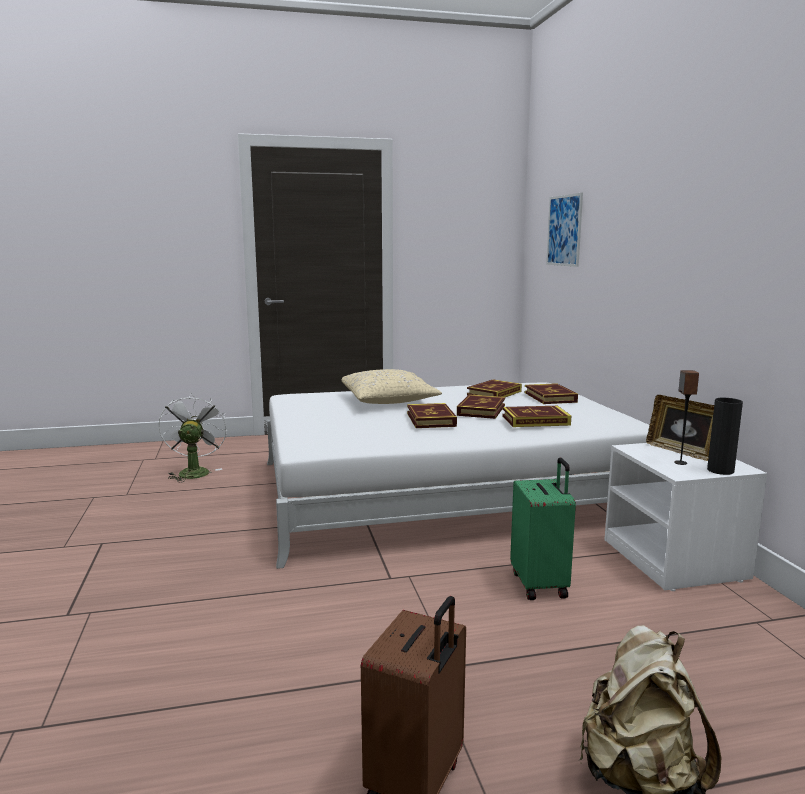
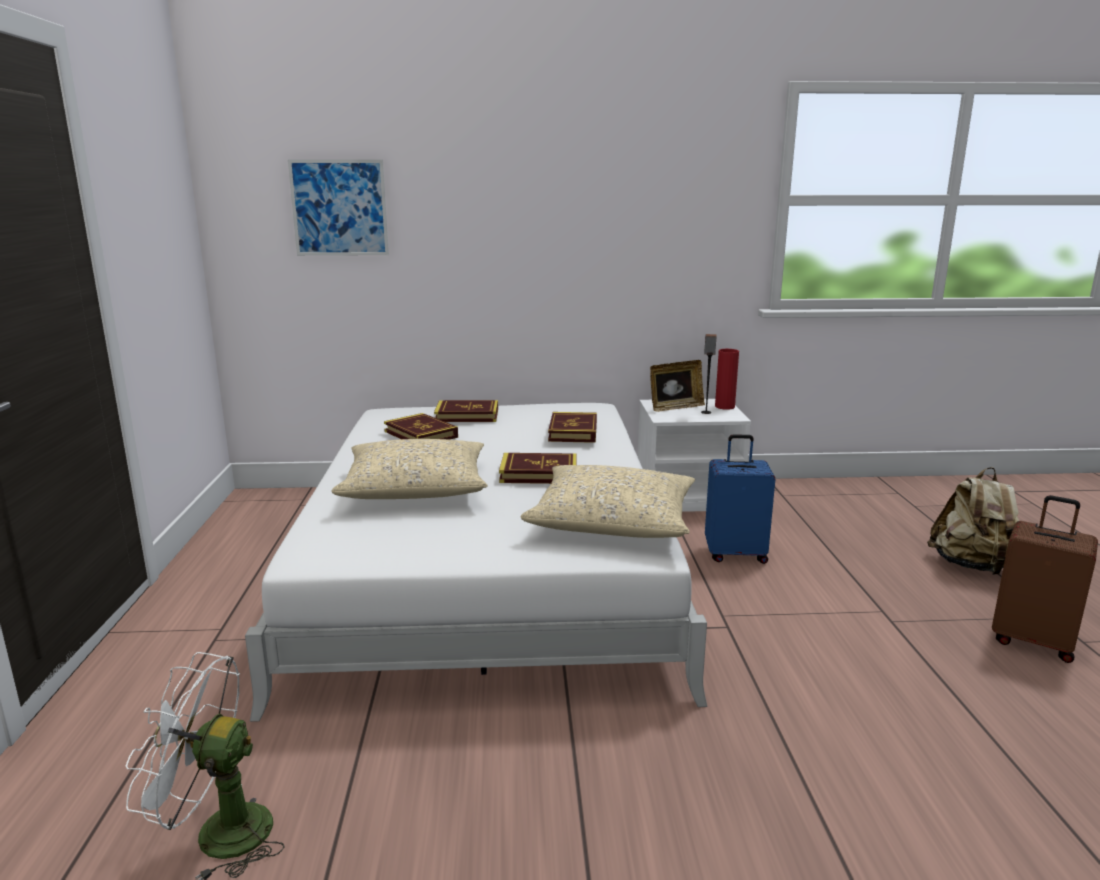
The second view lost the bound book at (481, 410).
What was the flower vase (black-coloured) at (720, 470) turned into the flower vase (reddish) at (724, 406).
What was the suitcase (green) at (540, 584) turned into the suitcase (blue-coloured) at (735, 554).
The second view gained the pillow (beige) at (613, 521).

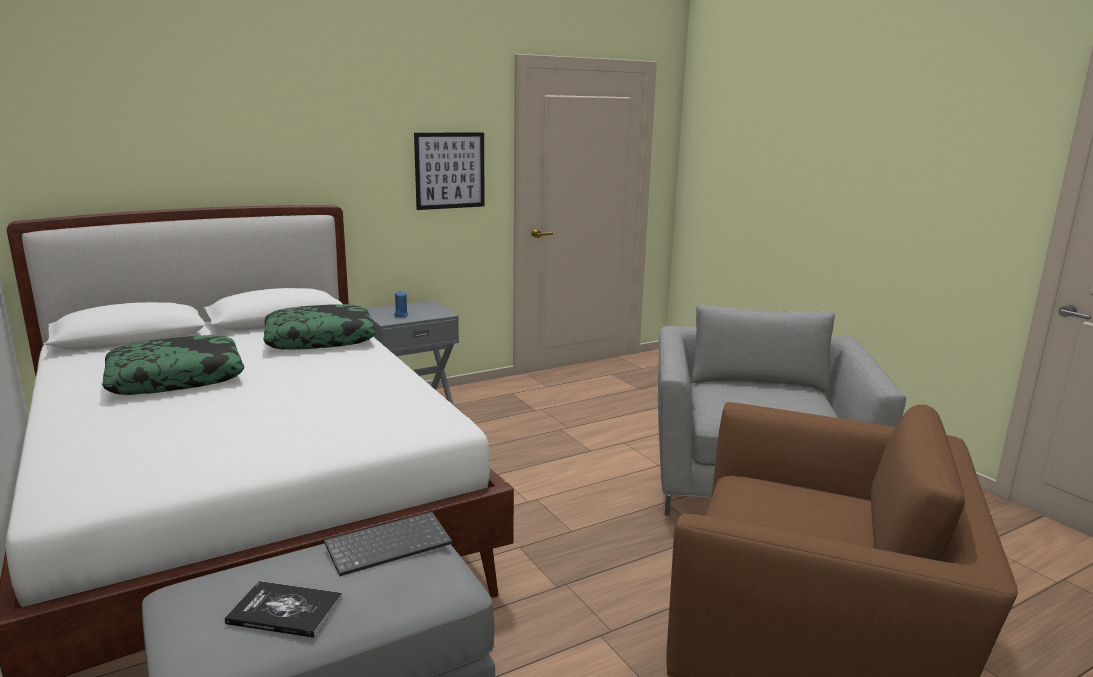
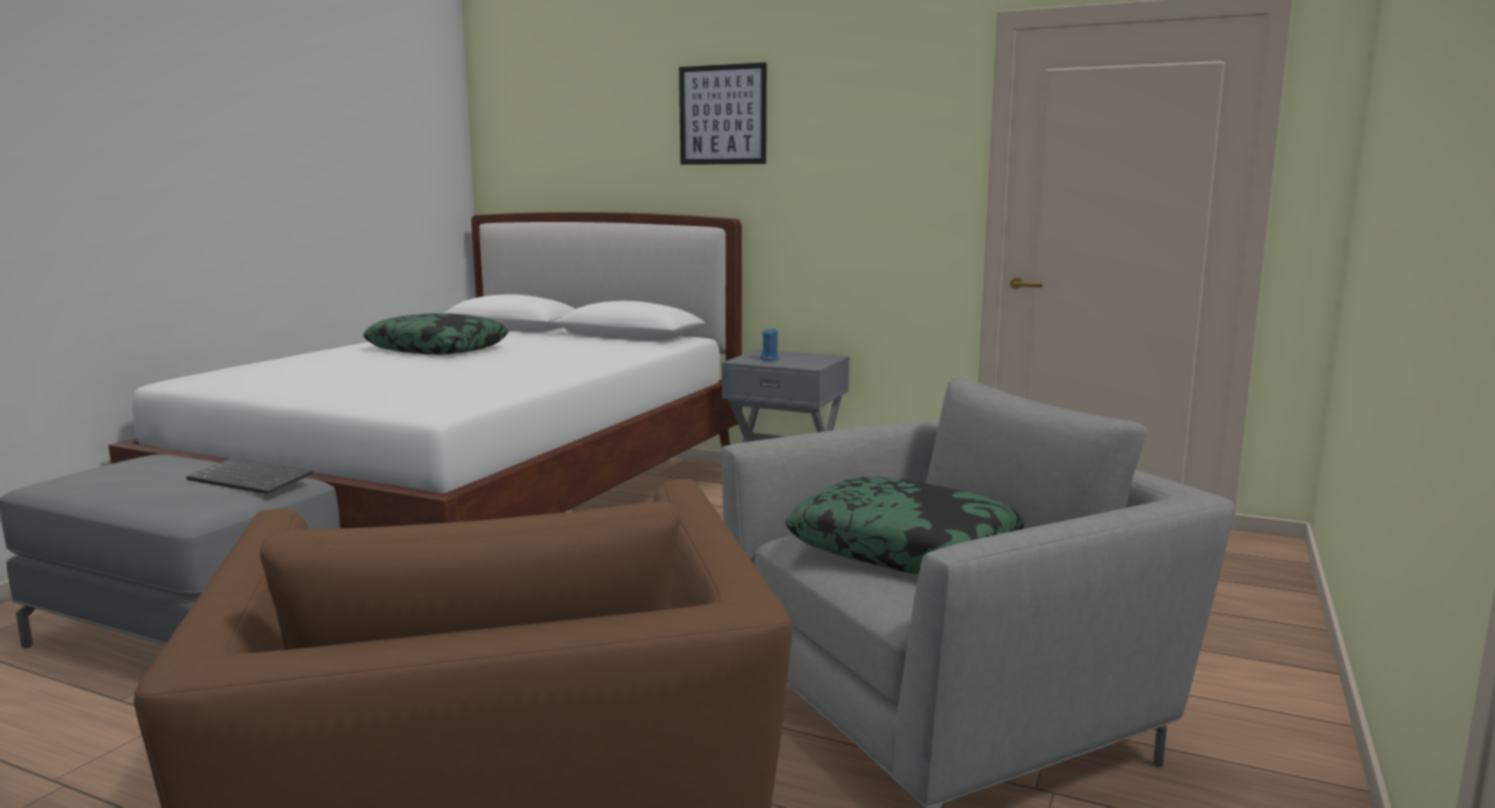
The wall picture ended up elsewhere, having gone from (450, 170) to (722, 115).
The pillow ended up elsewhere, having gone from (320, 339) to (904, 548).
The second view lost the bound book at (285, 611).

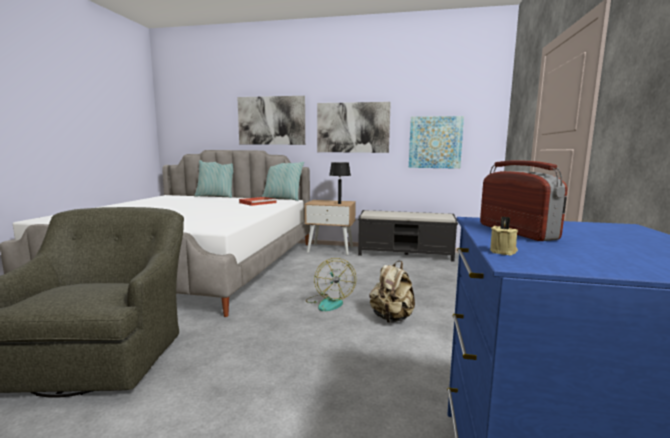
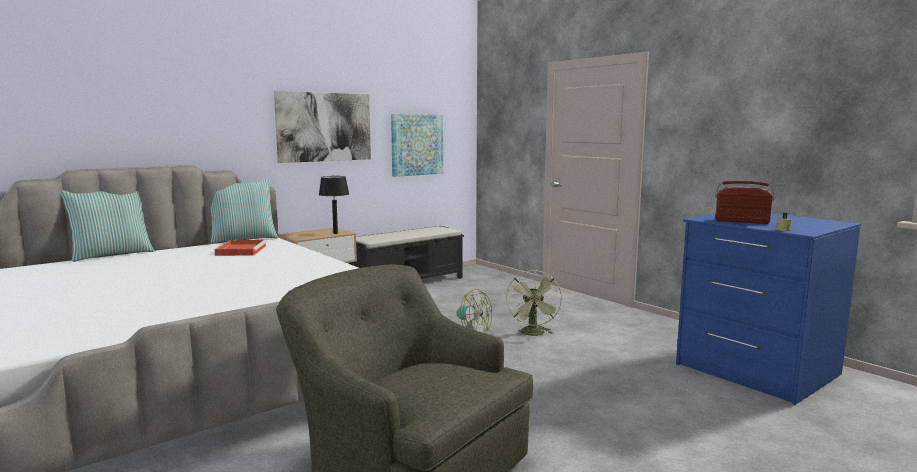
The second view lost the wall picture at (271, 120).
Where the knapsack (beige) stood at (391, 318), the fan (green) came to stand at (534, 334).

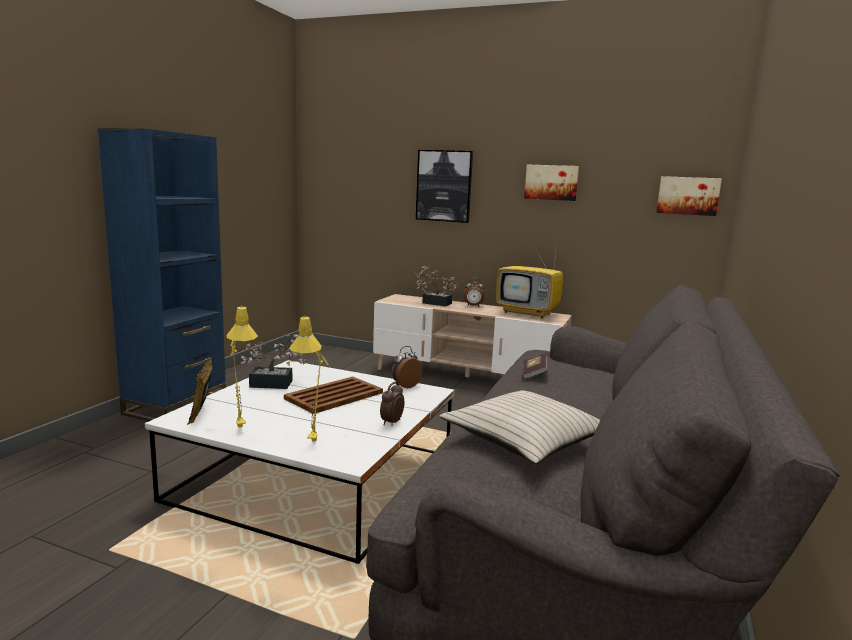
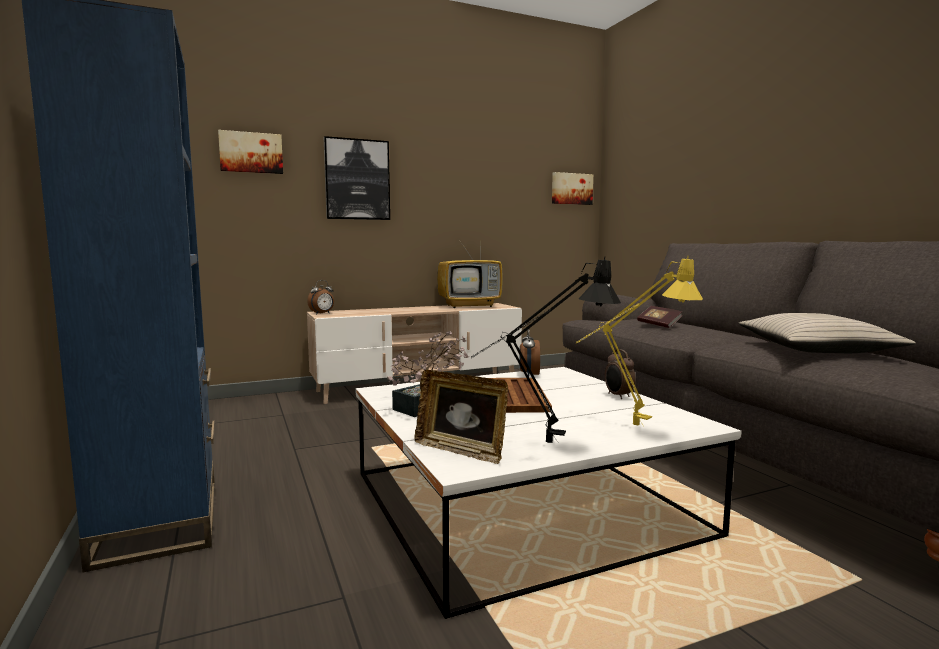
The wall picture ended up elsewhere, having gone from (551, 182) to (251, 152).
The second view lost the potted plant at (434, 303).
The alarm clock ended up elsewhere, having gone from (473, 306) to (322, 313).
What was the table lamp (yellow-coloured) at (238, 426) turned into the table lamp (black-coloured) at (539, 443).

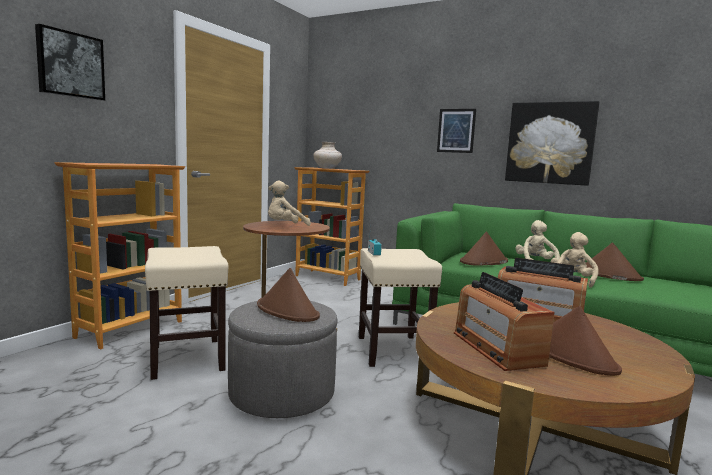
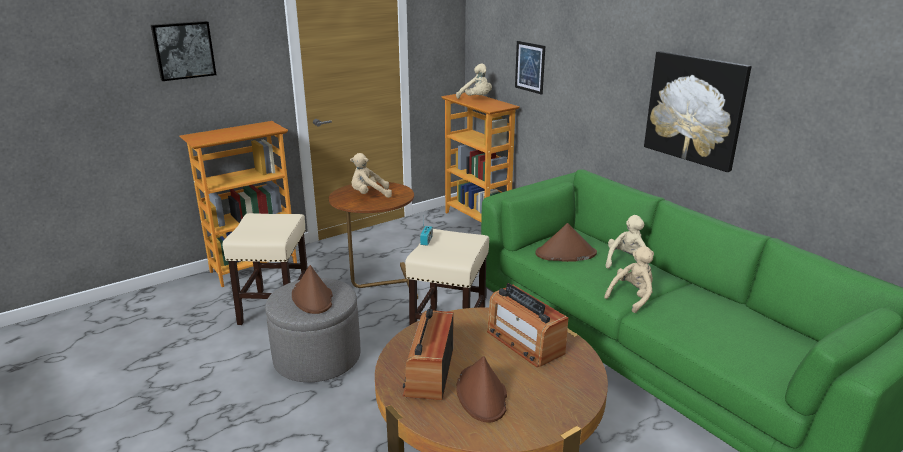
The wall picture ended up elsewhere, having gone from (456, 130) to (530, 67).
Where the flower vase (beige) stood at (327, 168), the soft toy (beige) came to stand at (476, 99).
The second view lost the clothing hat (brown) at (608, 275).

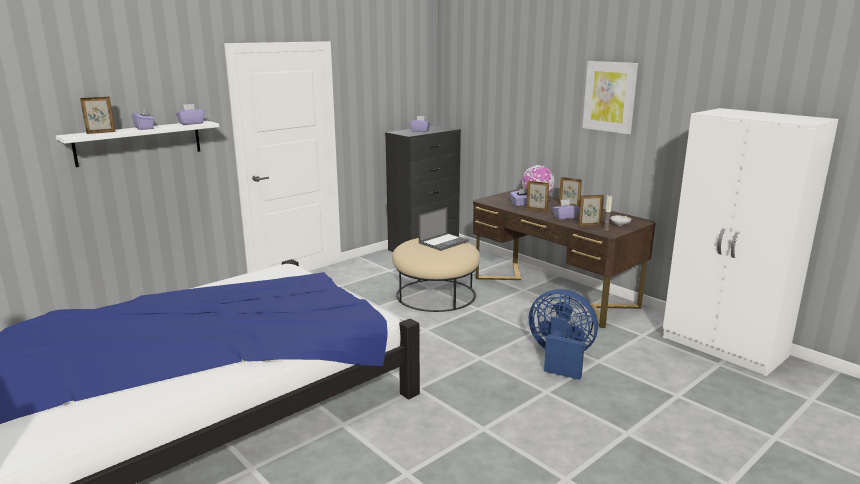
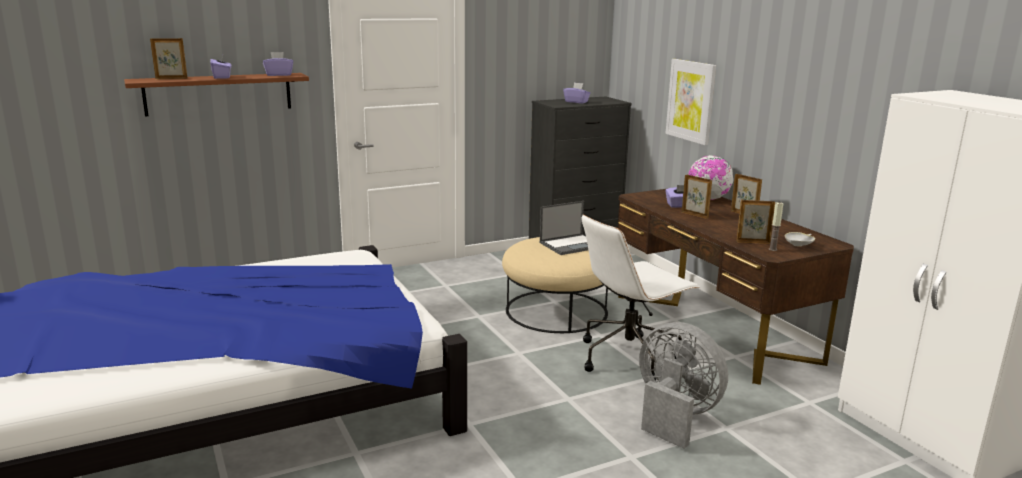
The wall picture ended up elsewhere, having gone from (609, 97) to (691, 101).
What was the wall shelf (whitish) at (139, 143) turned into the wall shelf (brown) at (218, 94).
The second view lost the tissue box (purplish) at (564, 217).
What was the fan (blue-coloured) at (560, 358) turned into the fan (grey) at (674, 415).
The second view gained the office chair (whitish) at (629, 357).

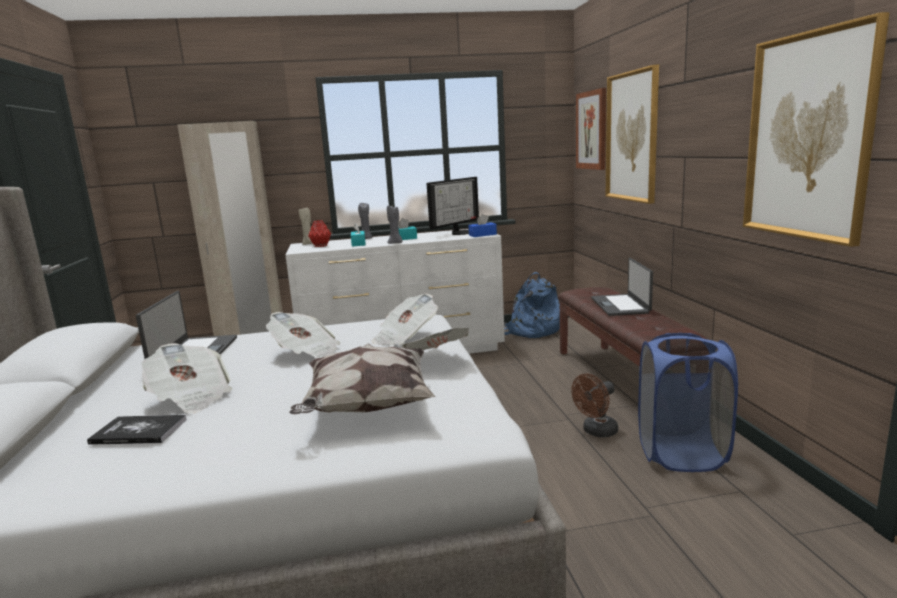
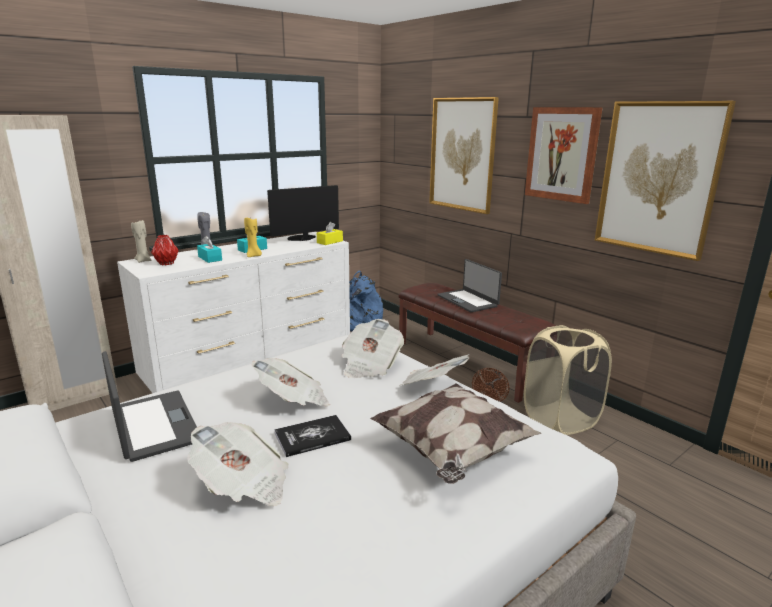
The wall picture ended up elsewhere, having gone from (592, 130) to (562, 154).
The monitor at (461, 232) ended up facing another way, 135 degrees counterclockwise from before.
What was the wax light (grey) at (395, 243) turned into the wax light (yellow-coloured) at (253, 256).
What was the tissue box (blue-coloured) at (482, 235) turned into the tissue box (yellow-coloured) at (330, 242).
What was the laundry basket (blue-coloured) at (681, 454) turned into the laundry basket (beige) at (560, 419).
The bound book ended up elsewhere, having gone from (139, 431) to (312, 437).

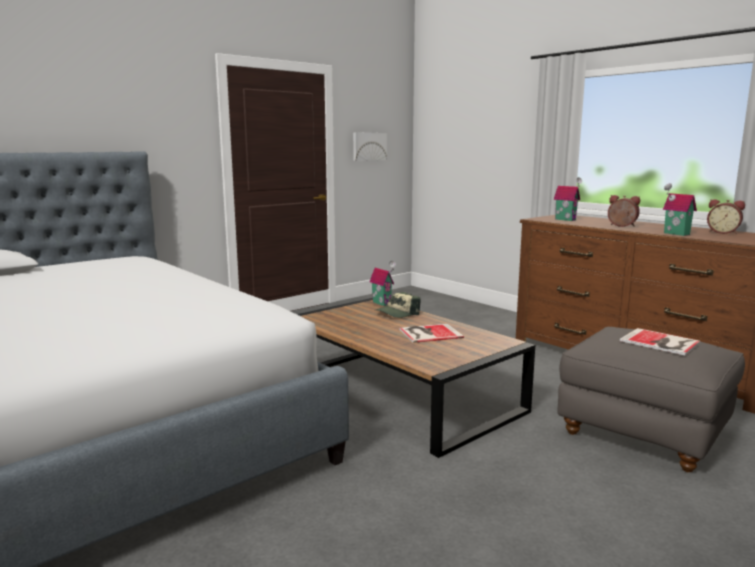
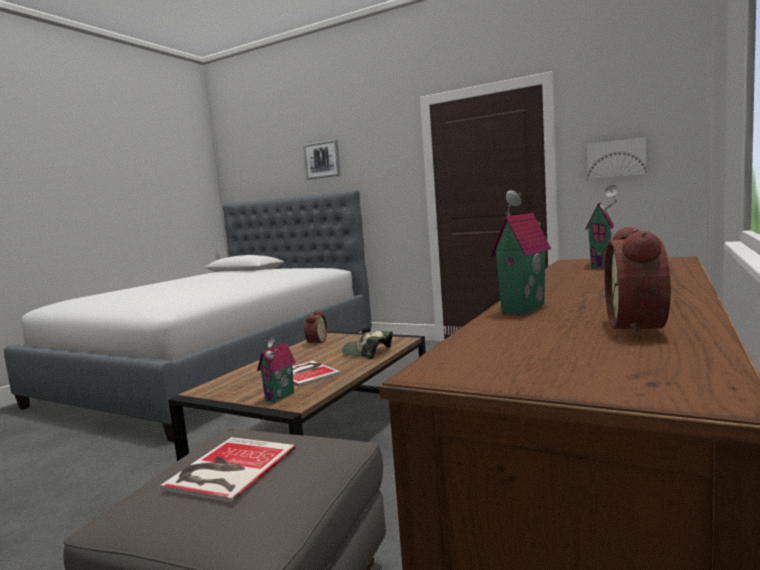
The alarm clock ended up elsewhere, having gone from (621, 226) to (315, 342).
The toy house ended up elsewhere, having gone from (382, 303) to (281, 397).
The second view gained the wall picture at (322, 160).

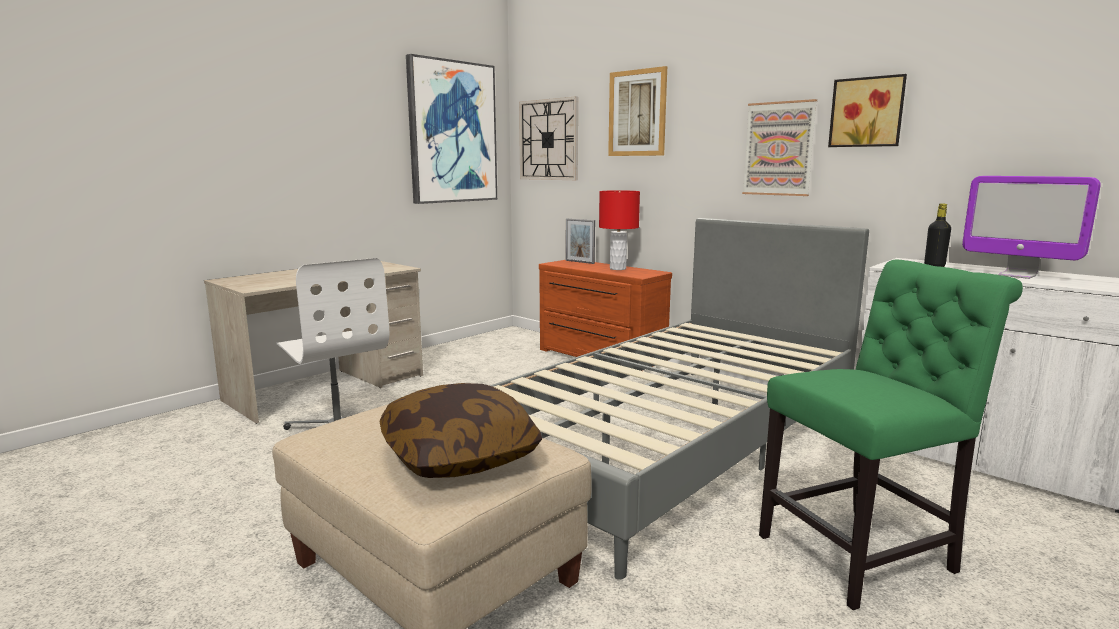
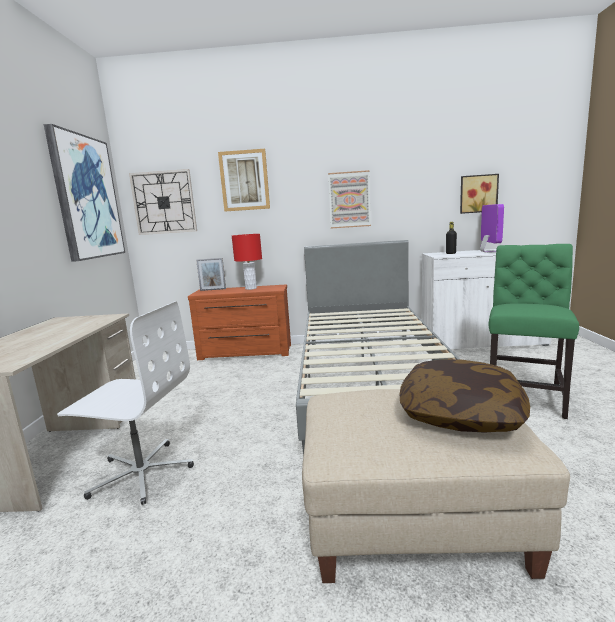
The wall picture ended up elsewhere, having gone from (867, 112) to (478, 194).
The monitor at (1017, 275) ended up facing another way, 90 degrees counterclockwise from before.

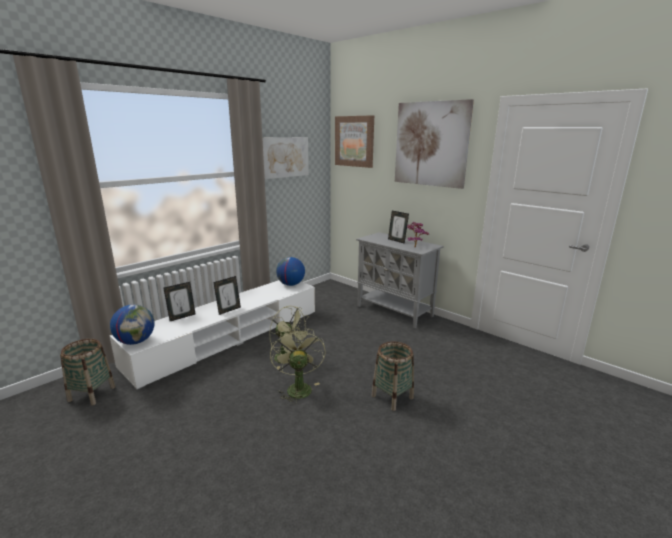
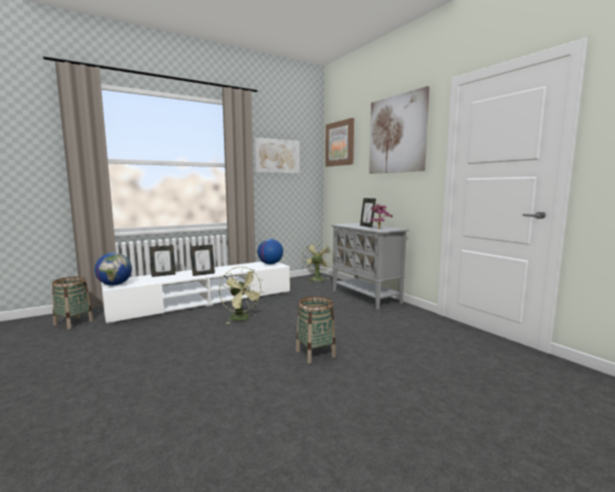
The fan (green) ended up elsewhere, having gone from (297, 387) to (316, 278).

